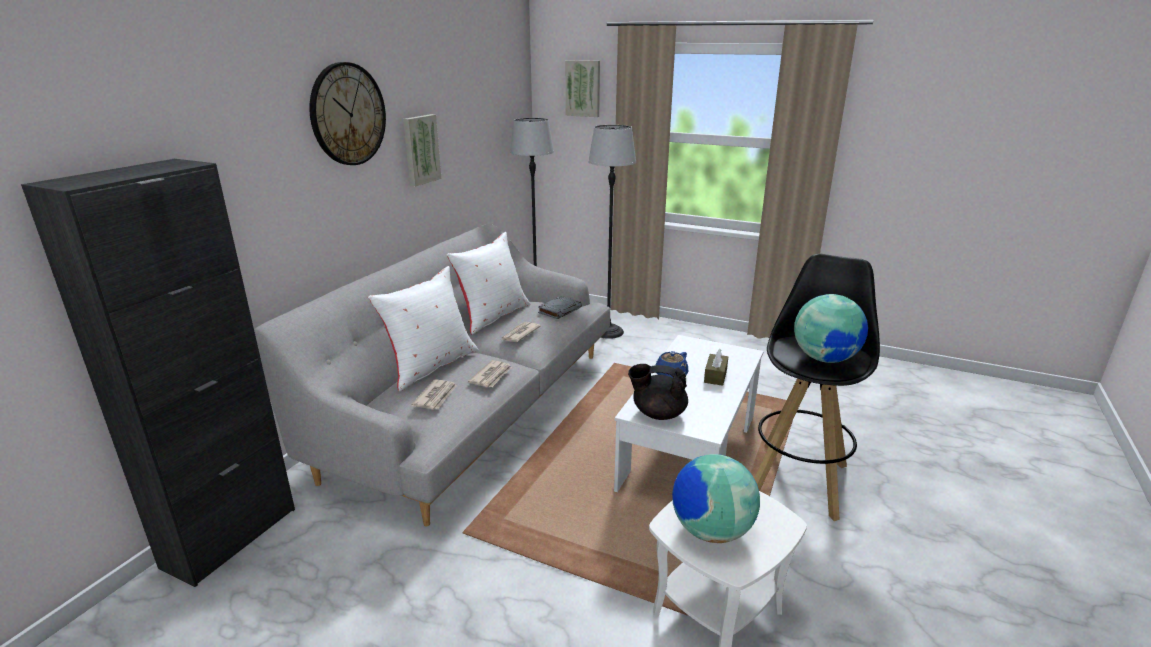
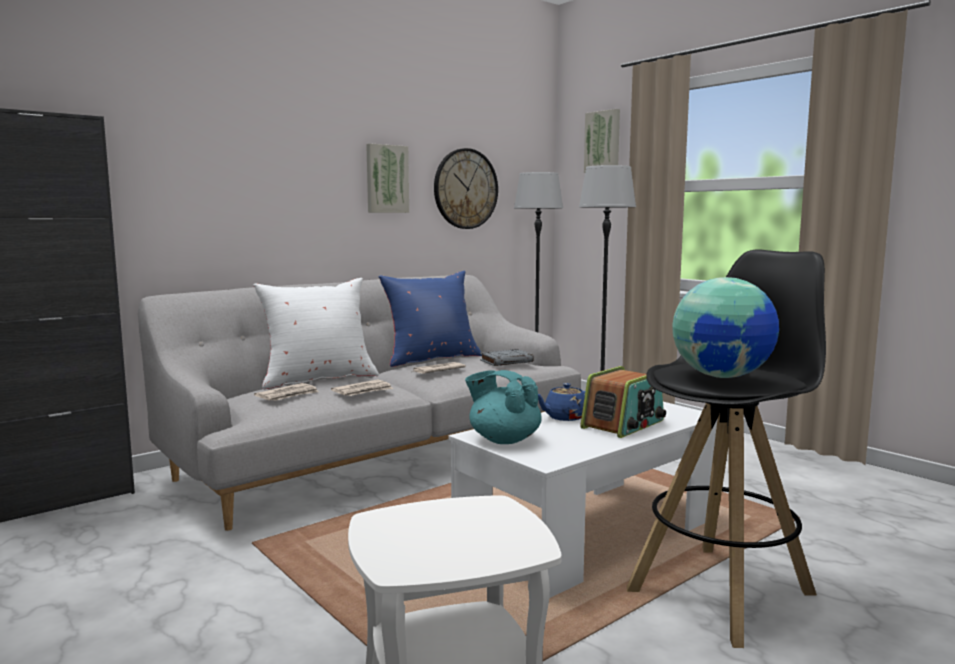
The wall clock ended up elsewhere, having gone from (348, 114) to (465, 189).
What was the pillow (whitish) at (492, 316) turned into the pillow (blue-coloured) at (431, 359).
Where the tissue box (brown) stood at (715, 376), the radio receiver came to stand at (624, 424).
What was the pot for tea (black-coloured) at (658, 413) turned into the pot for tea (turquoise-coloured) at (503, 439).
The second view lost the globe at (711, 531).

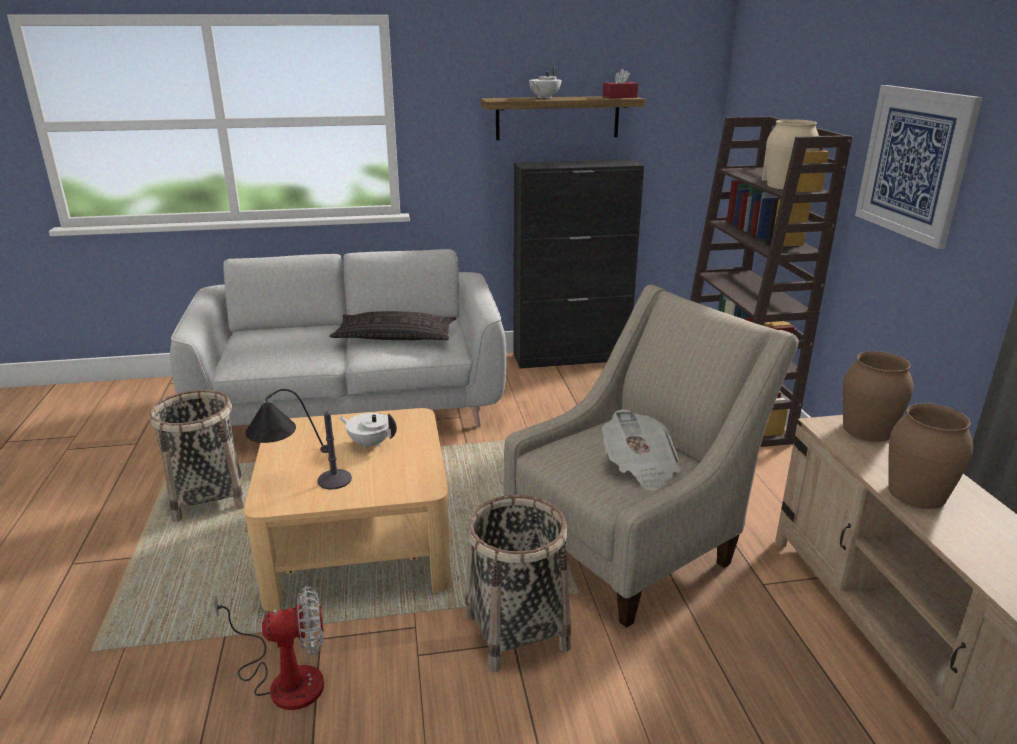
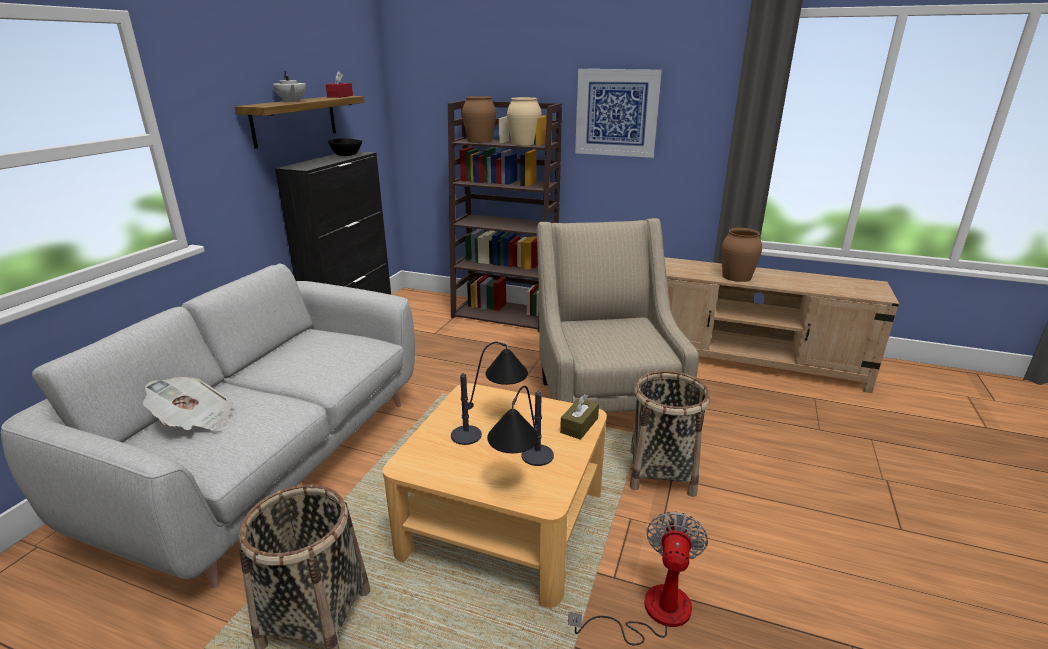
The second view lost the pillow at (394, 336).
The flower vase (brown) ended up elsewhere, having gone from (866, 430) to (480, 141).
The printed paper ended up elsewhere, having gone from (639, 468) to (195, 421).
Where the pot for tea (whitish) stood at (370, 443), the table lamp came to stand at (492, 424).
The second view gained the bowl (black-coloured) at (346, 155).
The second view gained the tissue box (brown) at (579, 425).

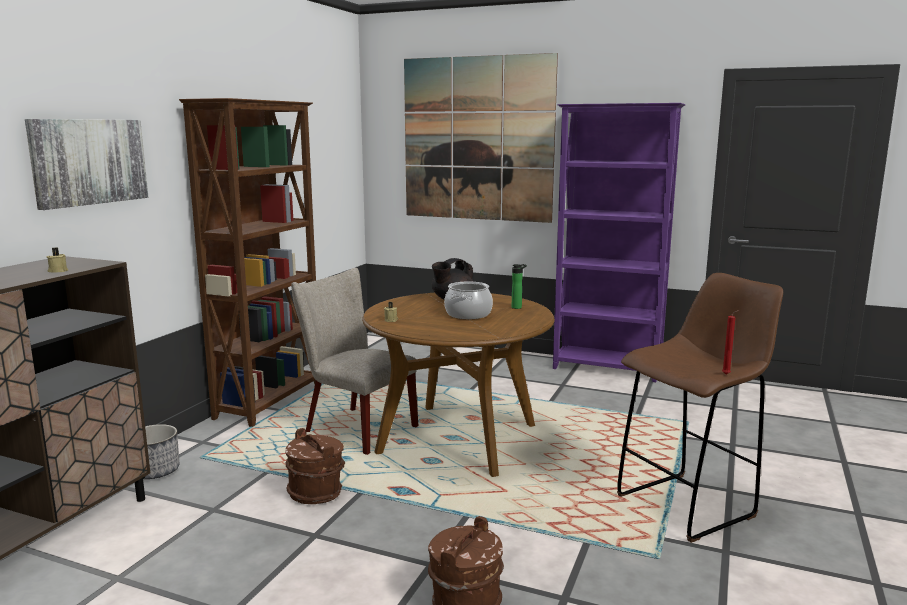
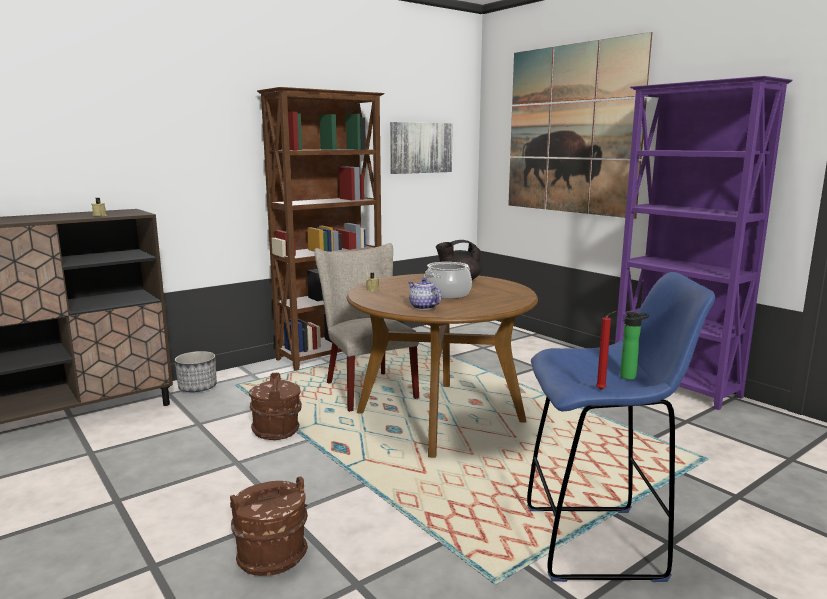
The wall picture ended up elsewhere, having gone from (89, 161) to (420, 148).
The bottle ended up elsewhere, having gone from (518, 307) to (630, 377).
What was the stool (brown) at (688, 505) turned into the stool (blue-coloured) at (598, 543).
The second view gained the pot for tea at (423, 307).

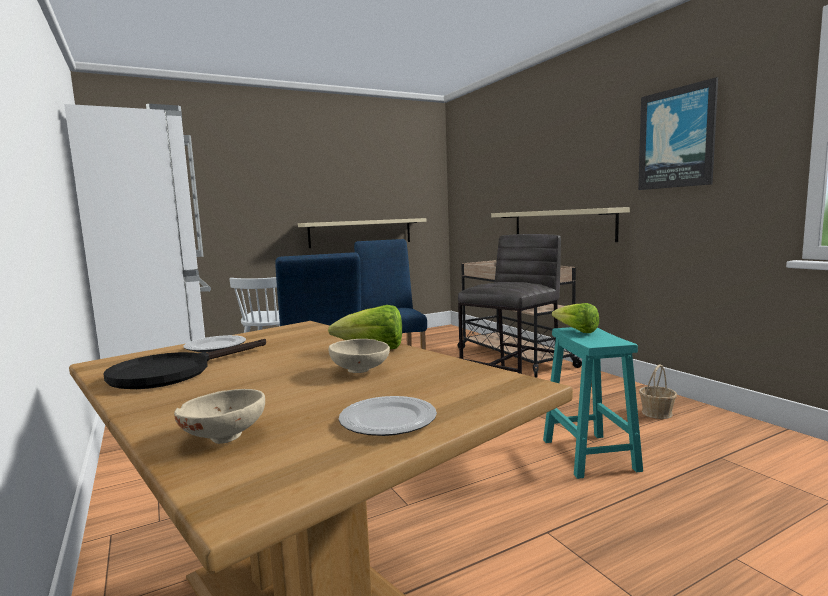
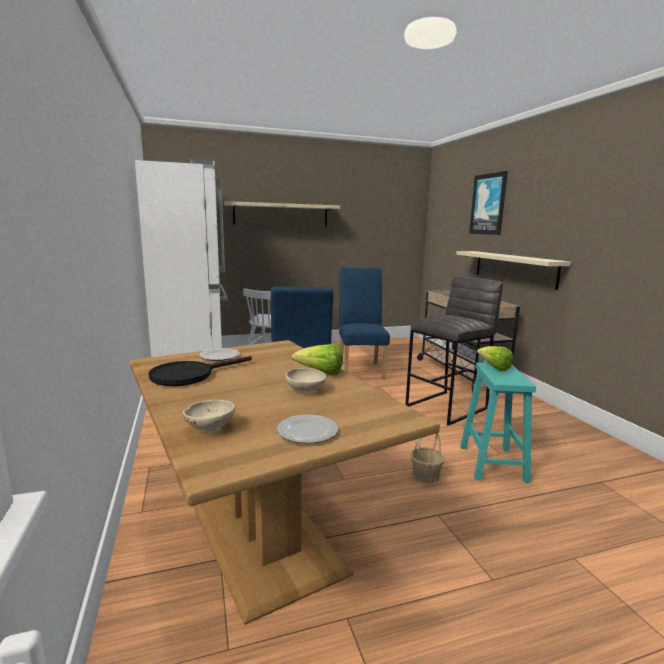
The wall picture ended up elsewhere, having gone from (676, 138) to (488, 204).
The wall shelf (beige) ended up elsewhere, having gone from (361, 232) to (281, 215).
The basket ended up elsewhere, having gone from (657, 413) to (426, 475).

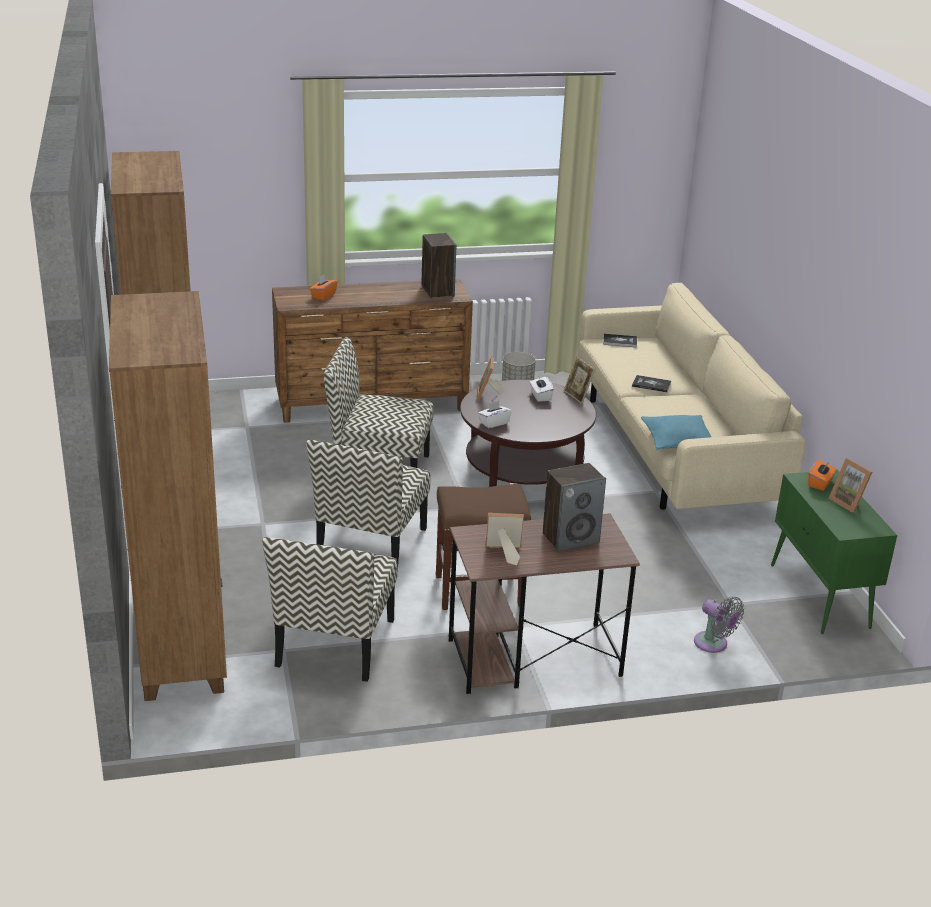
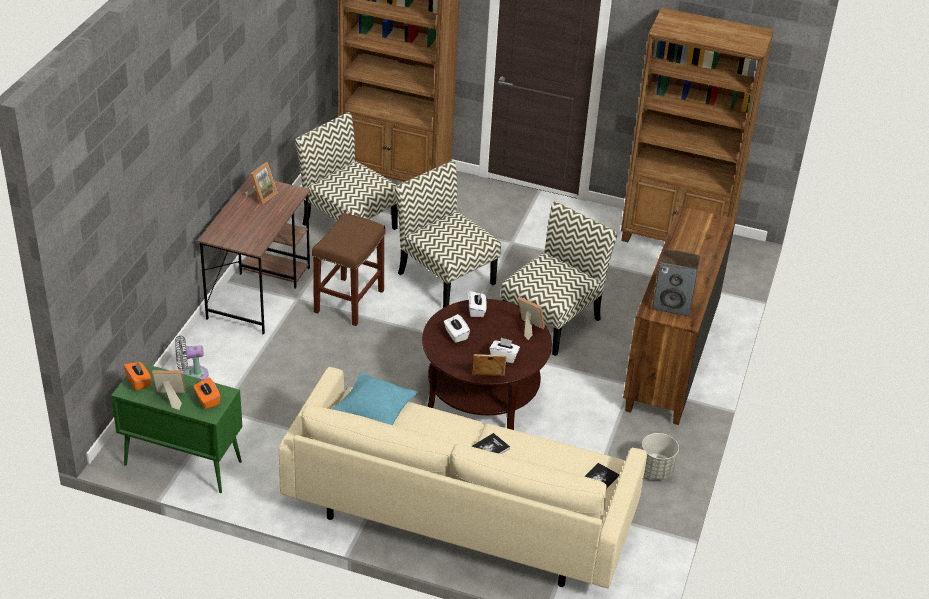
The tissue box (orange-coloured) ended up elsewhere, having gone from (323, 296) to (138, 381).
The second view lost the audio speaker at (571, 538).
The second view gained the tissue box (whitish) at (456, 335).

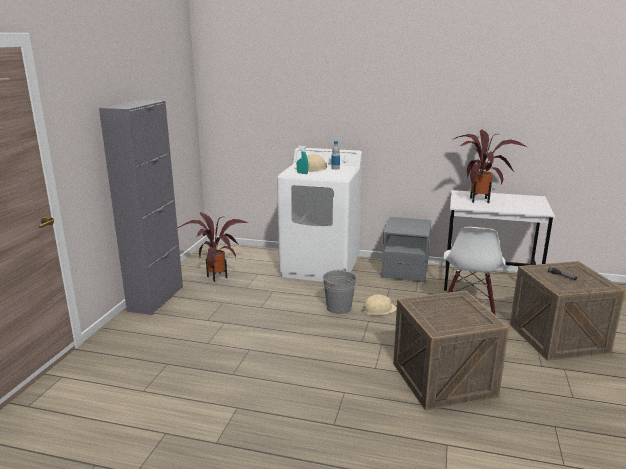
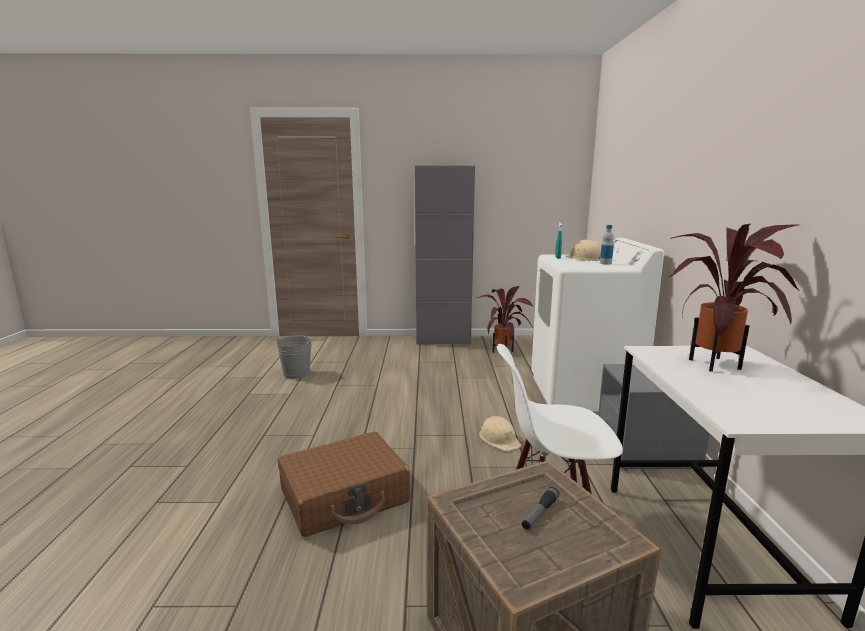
The bucket (grey) ended up elsewhere, having gone from (339, 308) to (296, 374).
Where the crate stood at (443, 380), the suitcase (brown) came to stand at (345, 496).

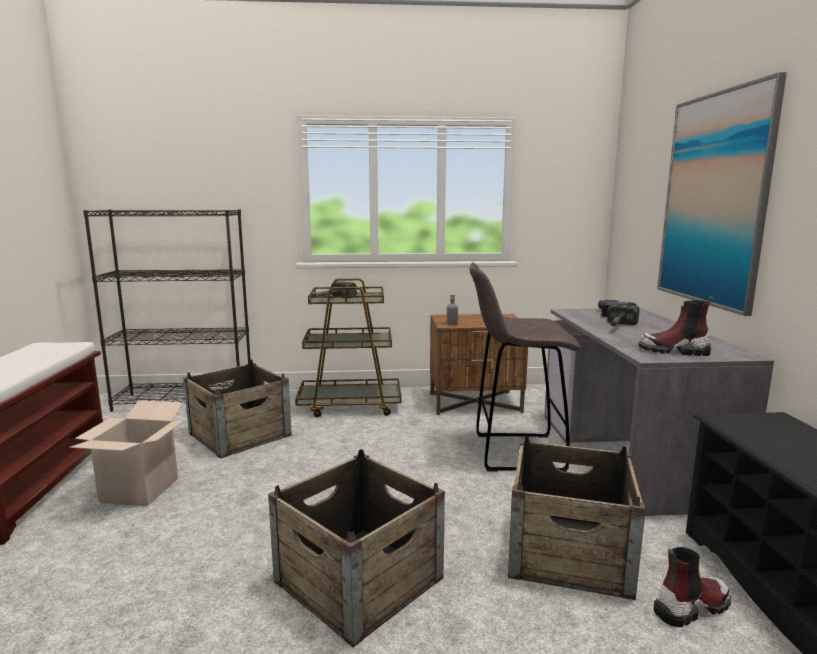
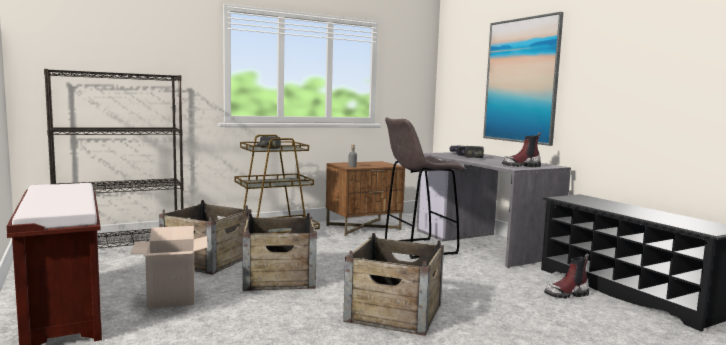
The crate ended up elsewhere, having gone from (569, 551) to (279, 277).
The high-top boot at (690, 607) ended up facing another way, 150 degrees counterclockwise from before.

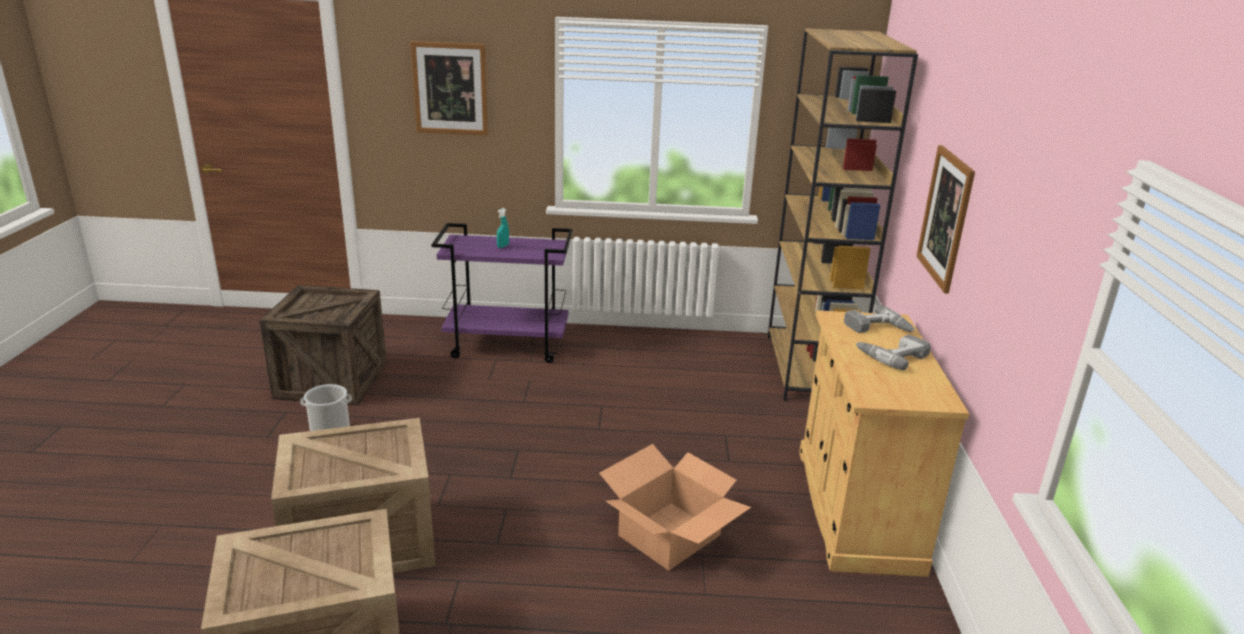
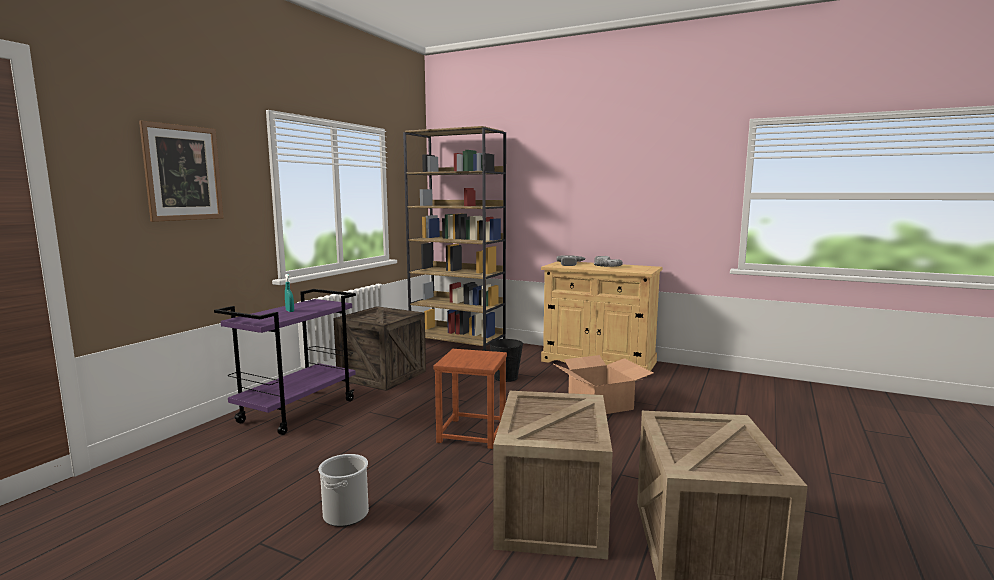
The second view lost the wall picture at (945, 217).
The crate ended up elsewhere, having gone from (331, 380) to (382, 375).
The second view gained the bucket (black-coloured) at (506, 377).
The second view gained the stool (brown) at (471, 433).

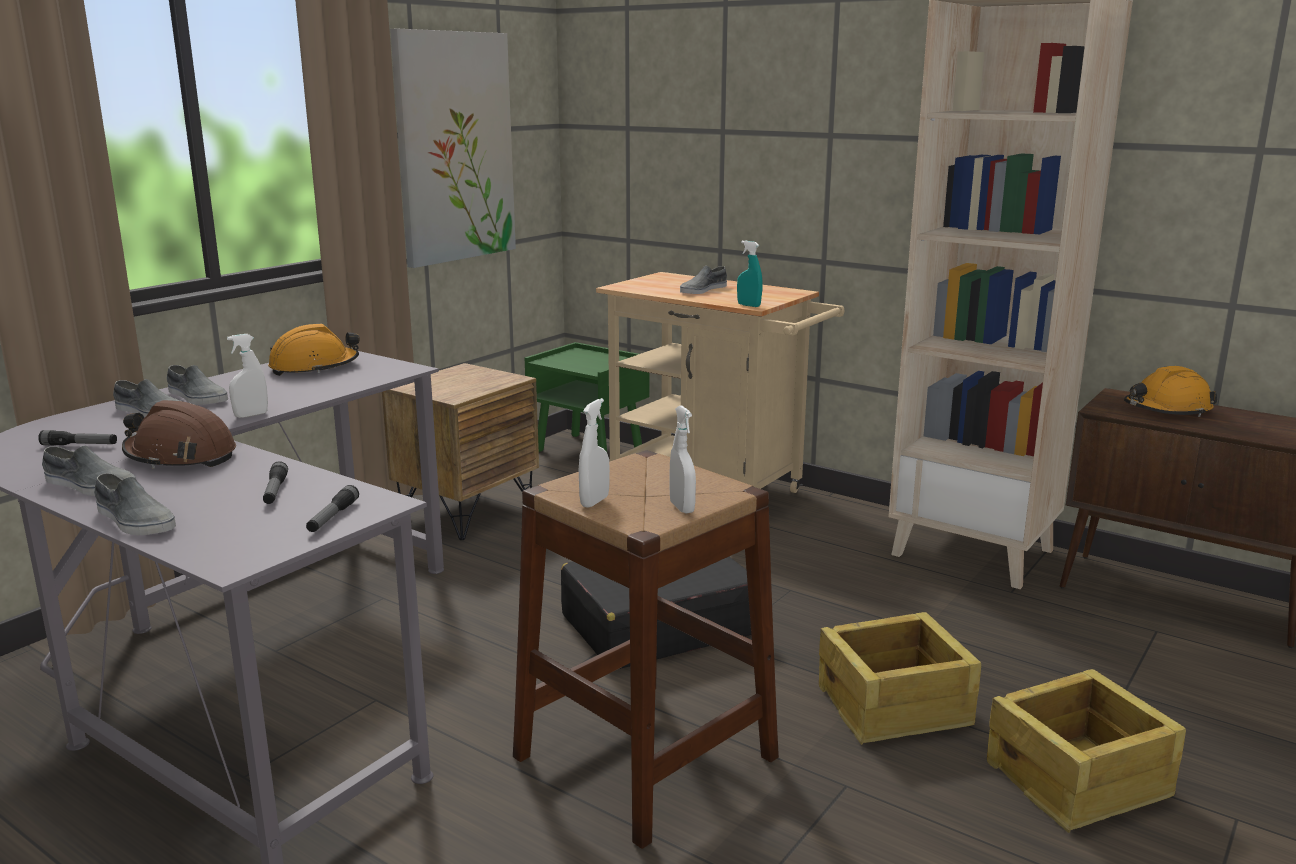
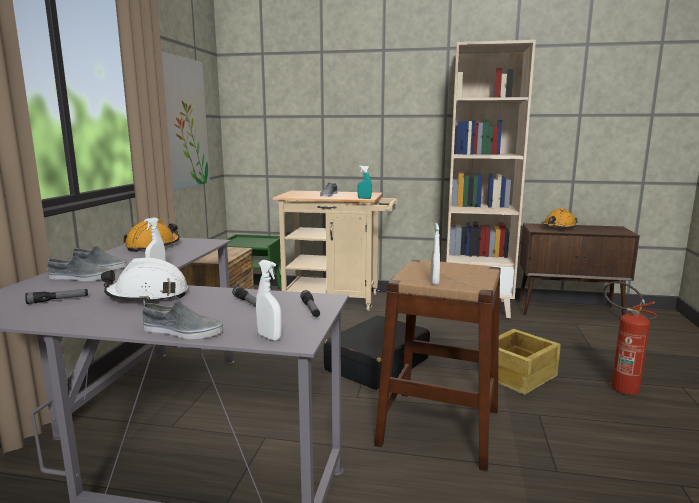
What was the hard hat (brown) at (180, 456) turned into the hard hat (whitish) at (148, 296).
The sprayer (whitish) ended up elsewhere, having gone from (682, 508) to (269, 337).
The second view lost the item of footwear (grey) at (90, 485).
Where the crate stood at (1079, 780), the extinguisher came to stand at (617, 387).

